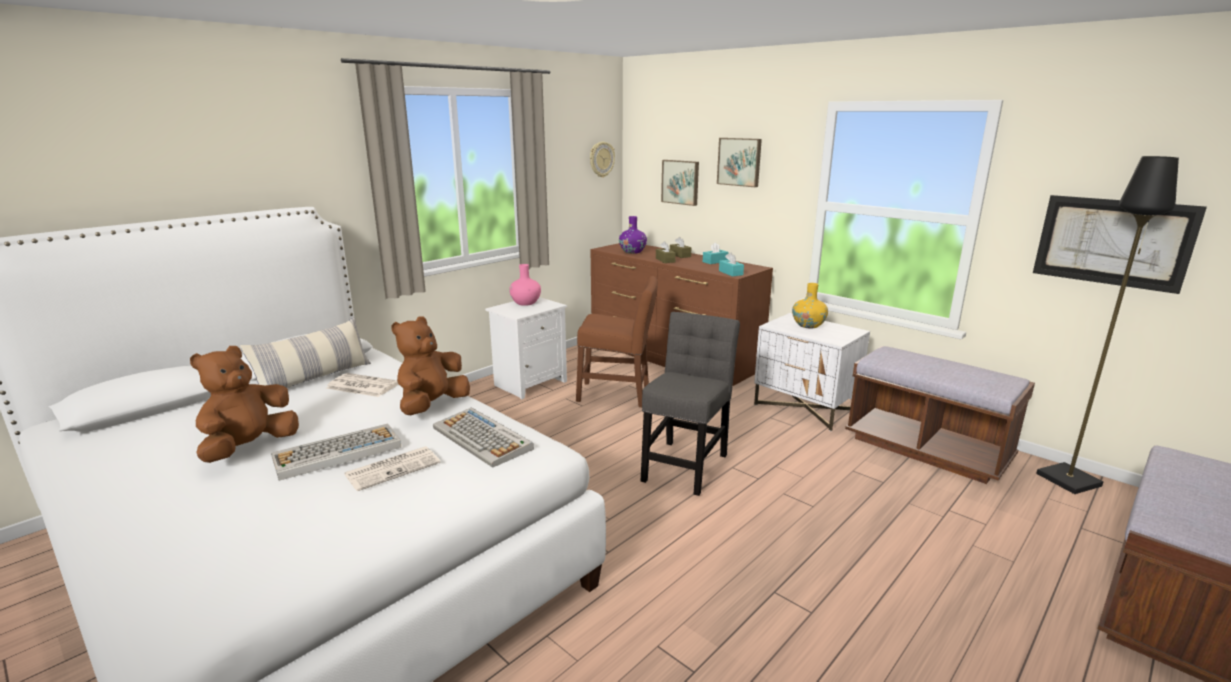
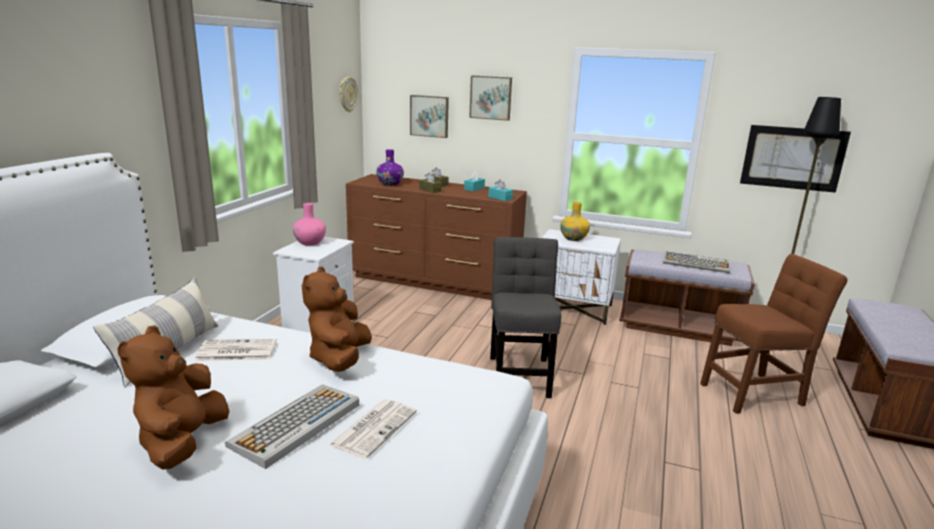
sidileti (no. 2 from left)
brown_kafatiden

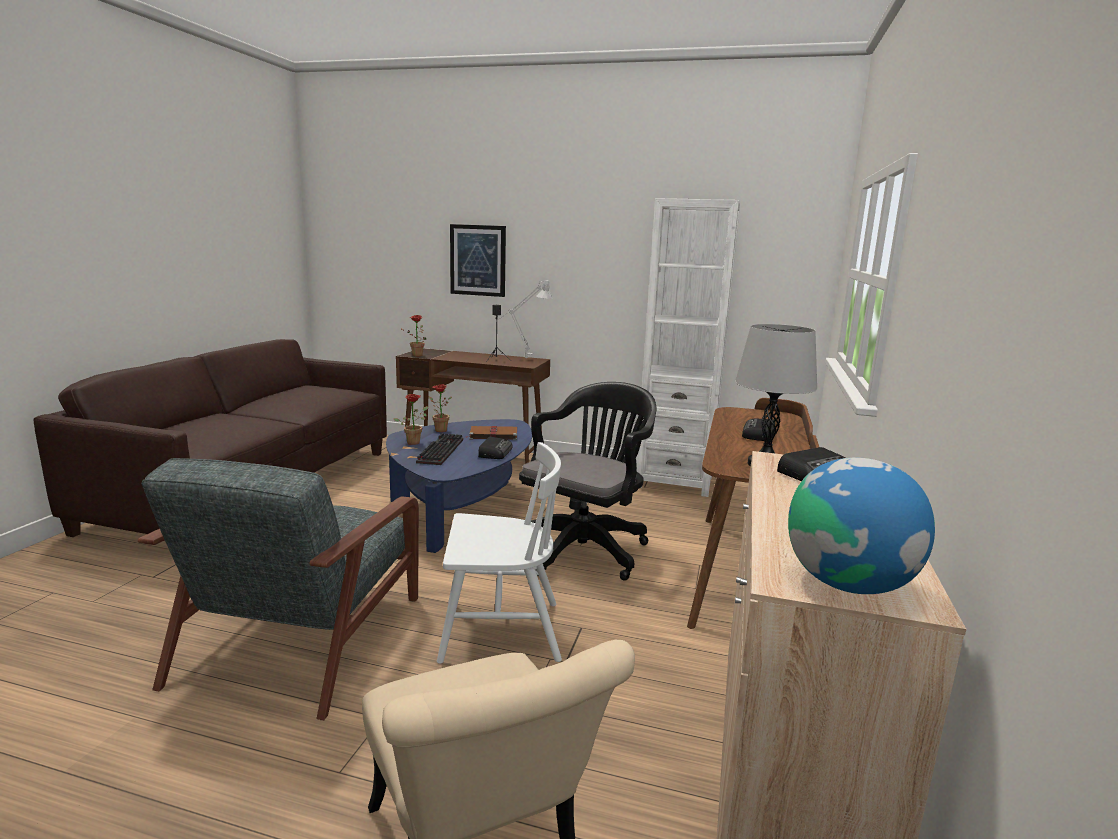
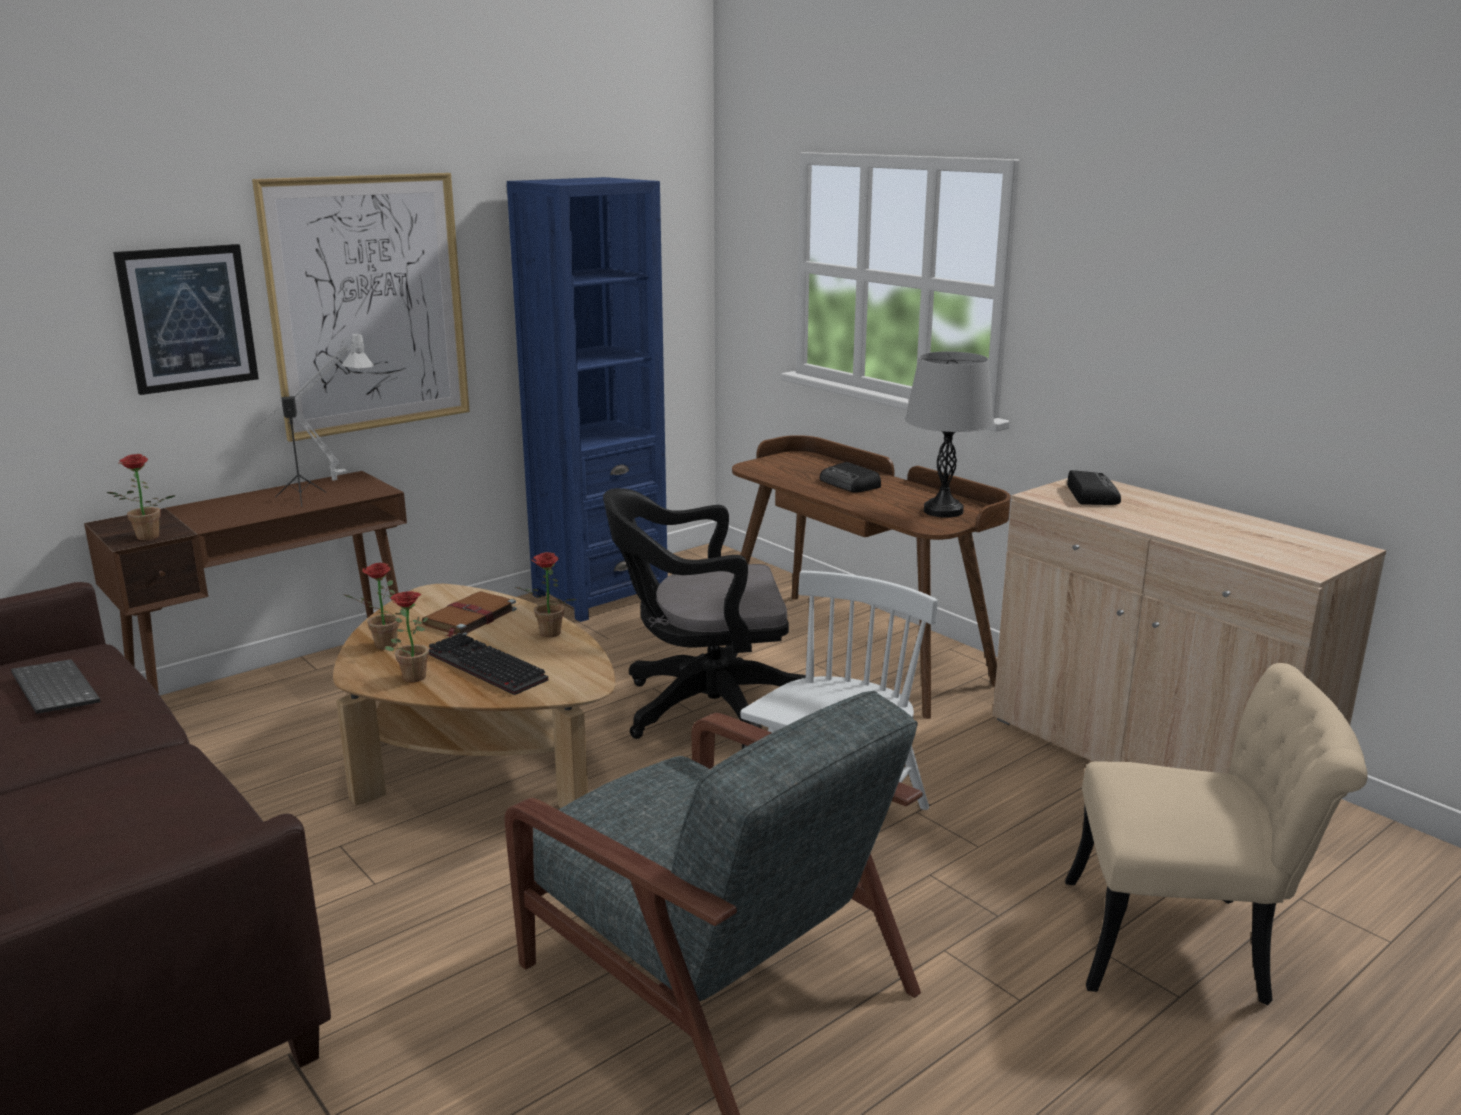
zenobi
sidileti (no. 1 from left)
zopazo (no. 2 from left)
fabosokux (no. 4 from left)
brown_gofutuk
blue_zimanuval
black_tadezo

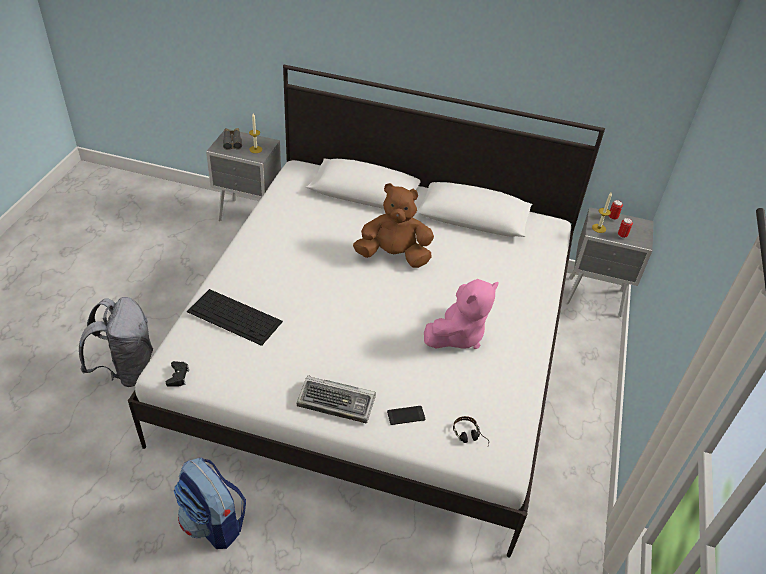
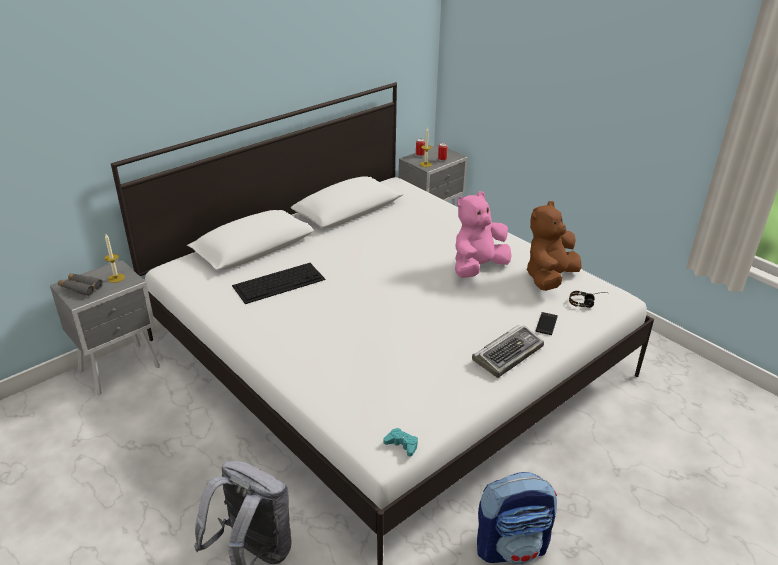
sidileti (no. 1 from left)
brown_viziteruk
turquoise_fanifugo
pink_viziteruk

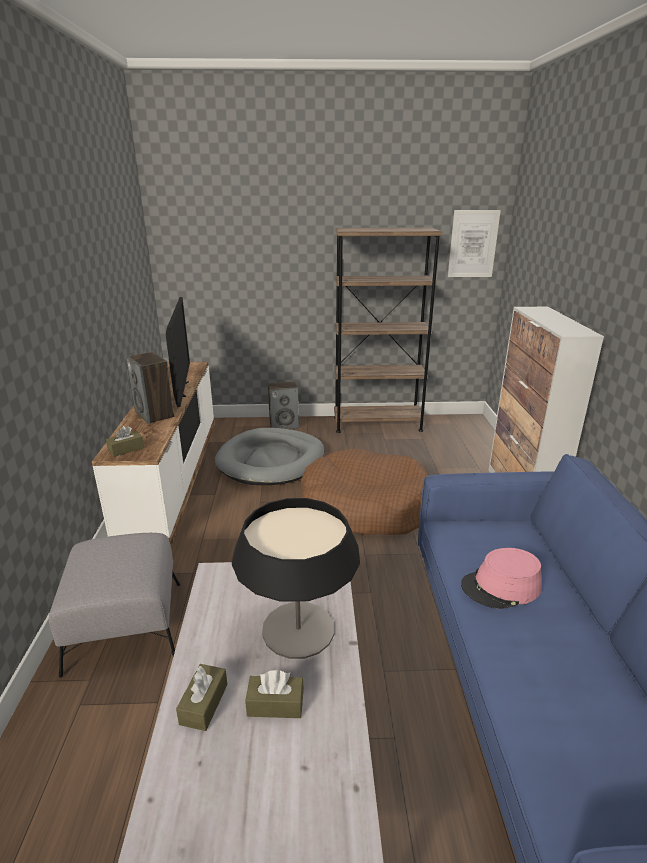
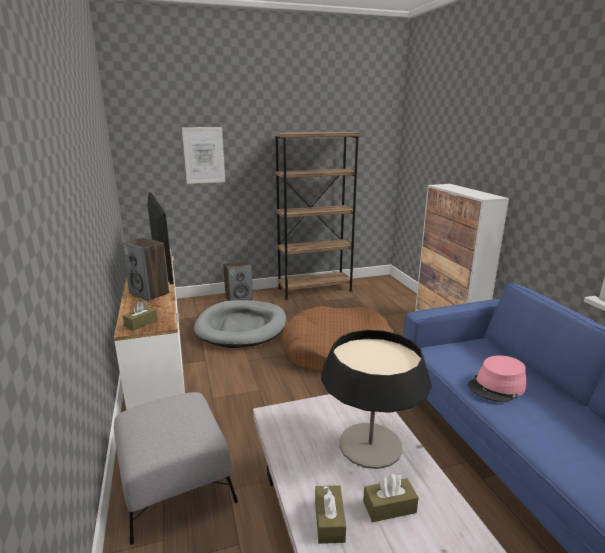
zopazo

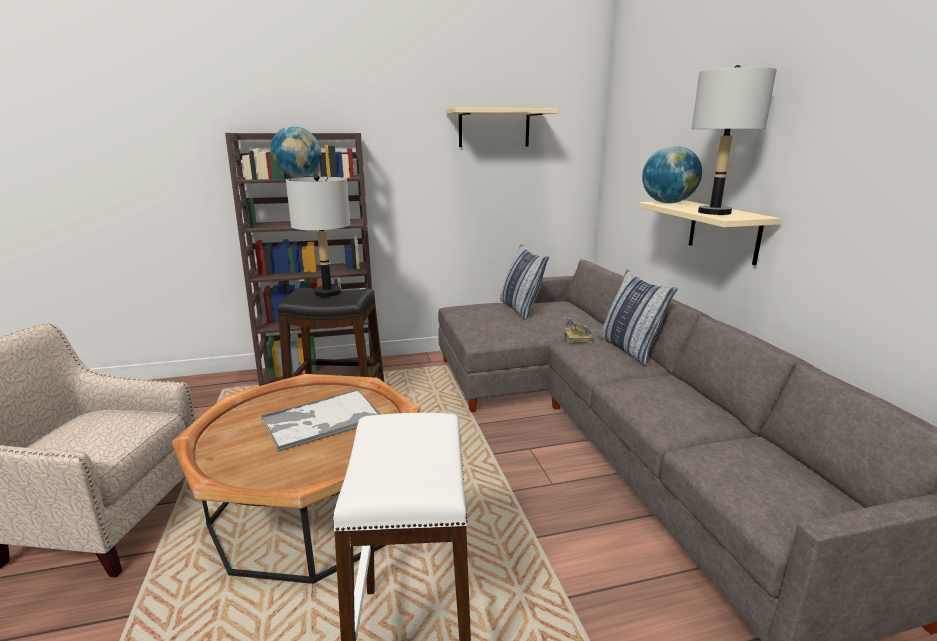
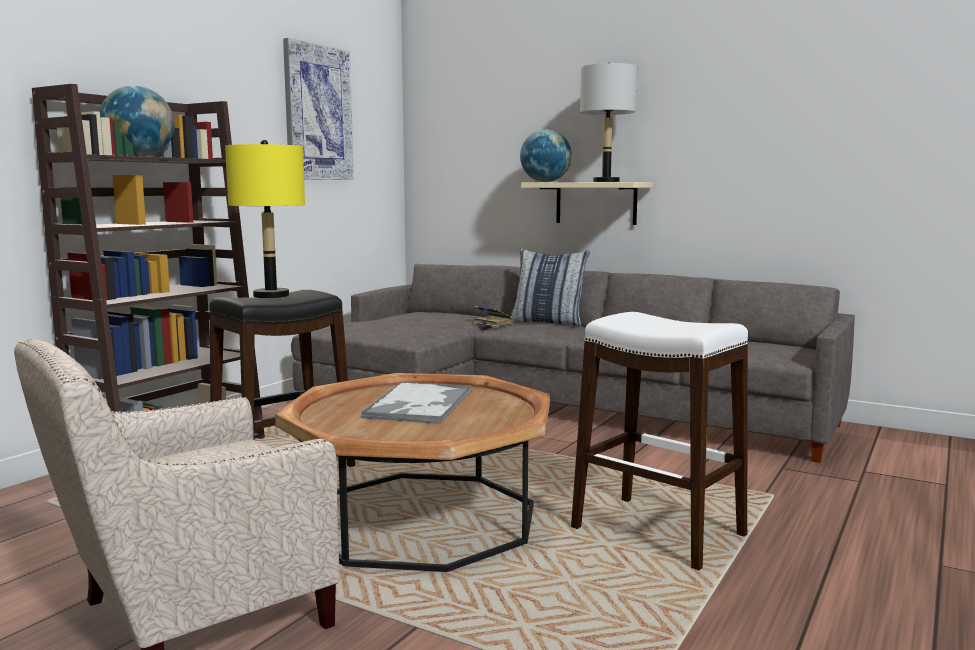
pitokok (no. 1 from left in the first image)
zopazo
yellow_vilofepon

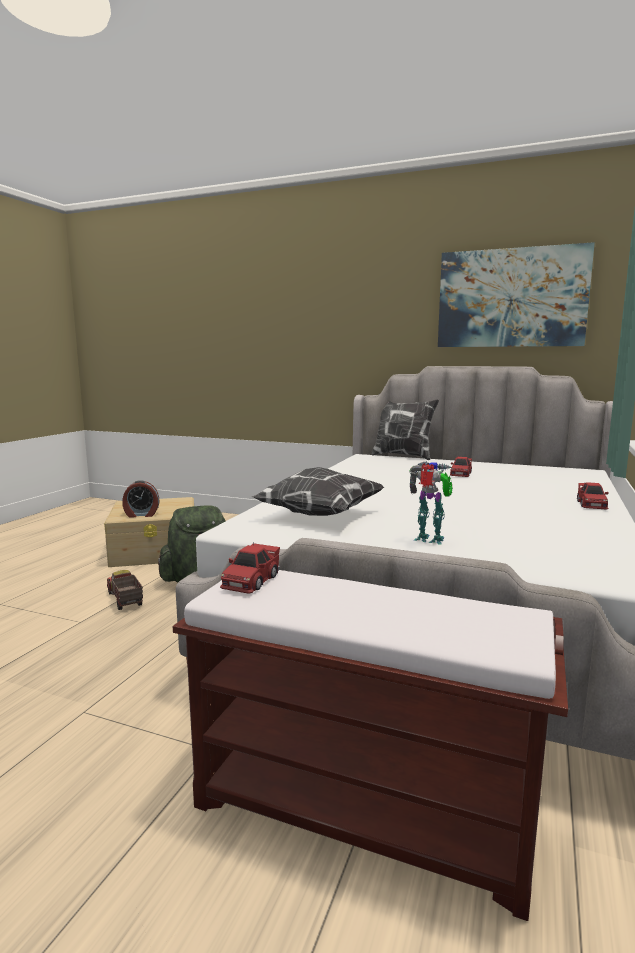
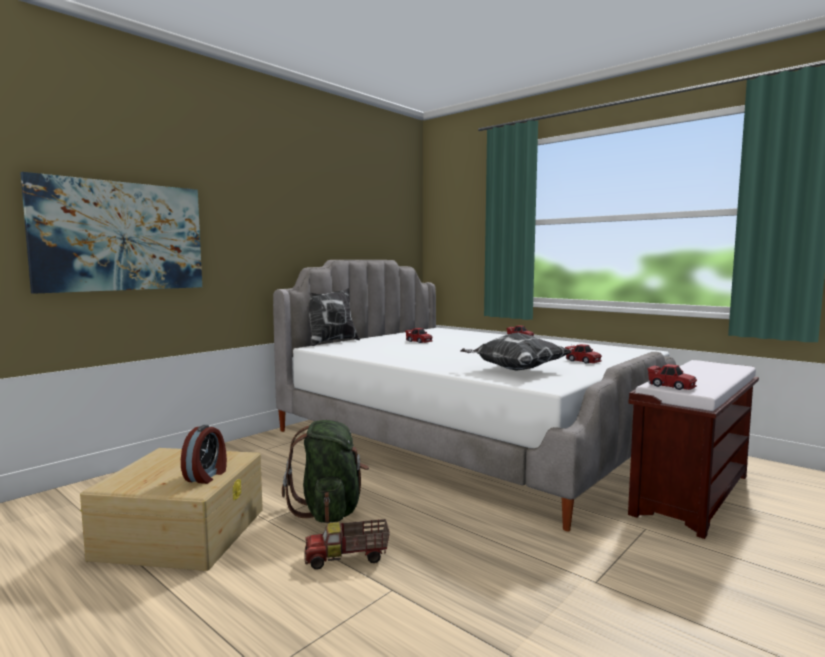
zopazo
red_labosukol (no. 3 from left)

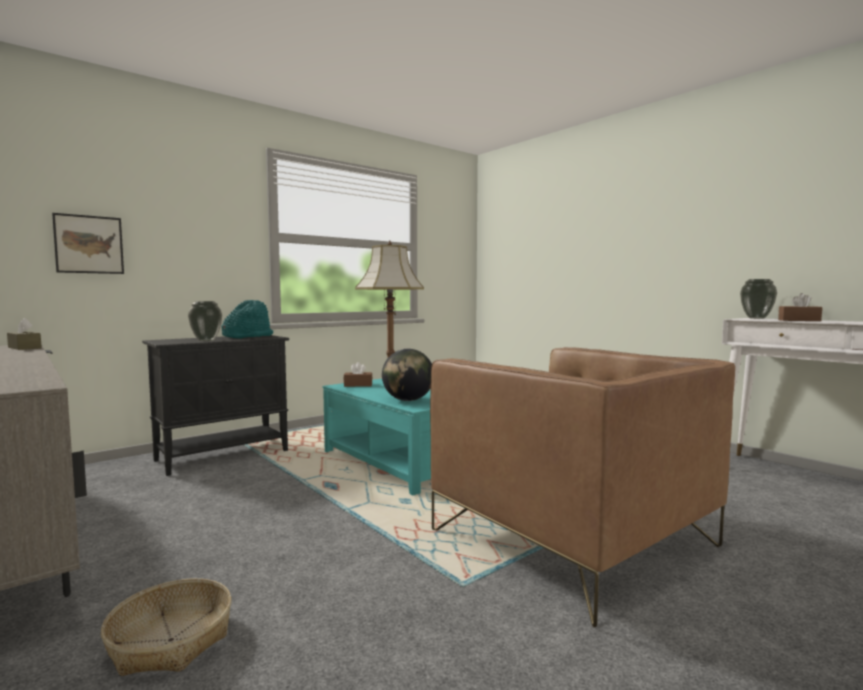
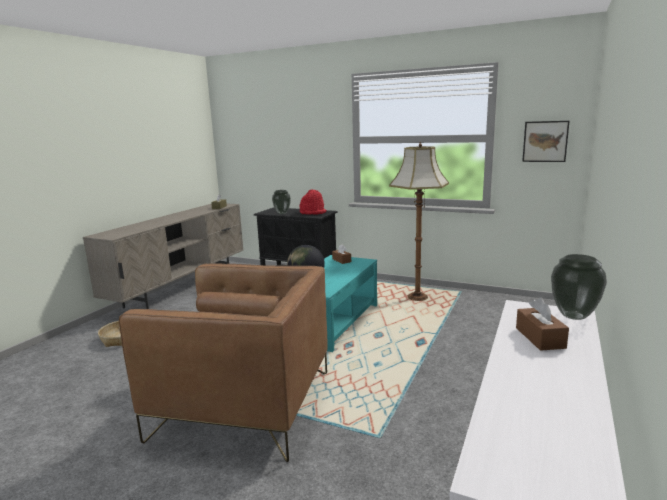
zopazo
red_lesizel
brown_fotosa

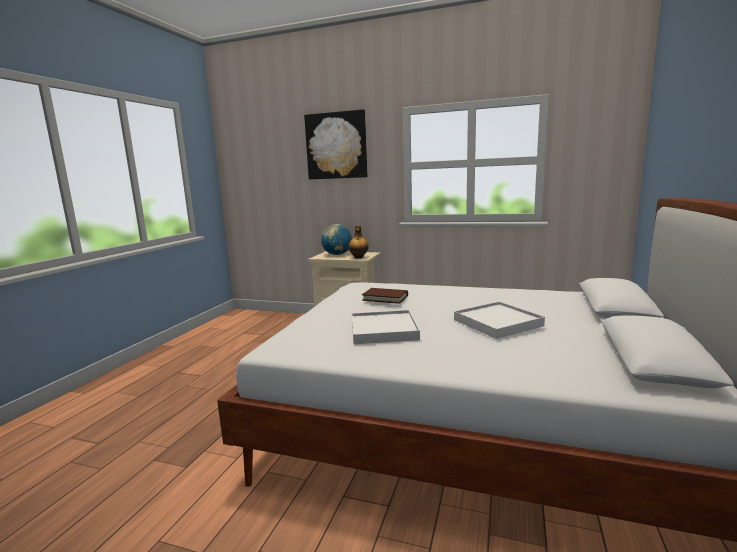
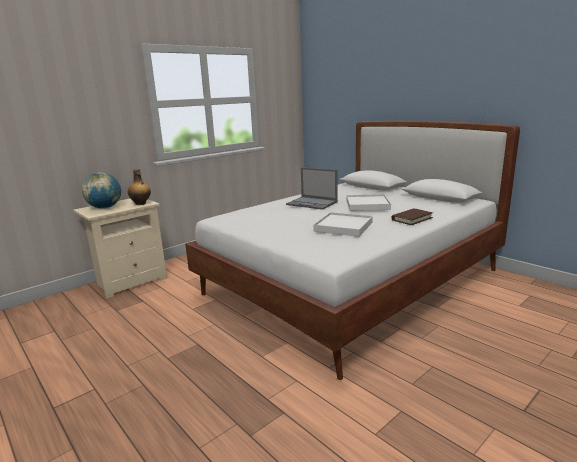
zopazo
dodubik
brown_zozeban

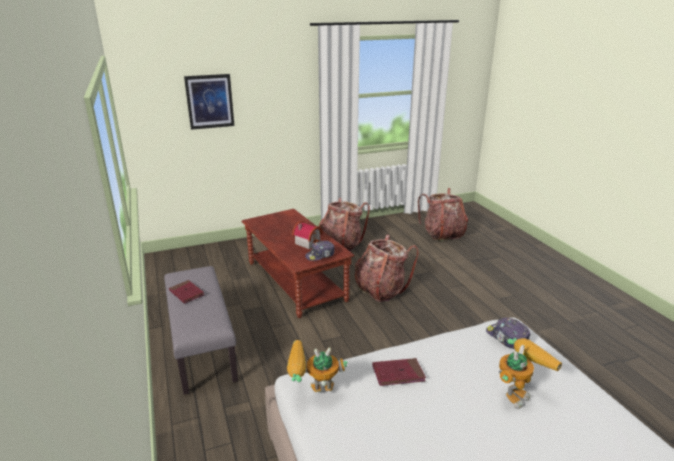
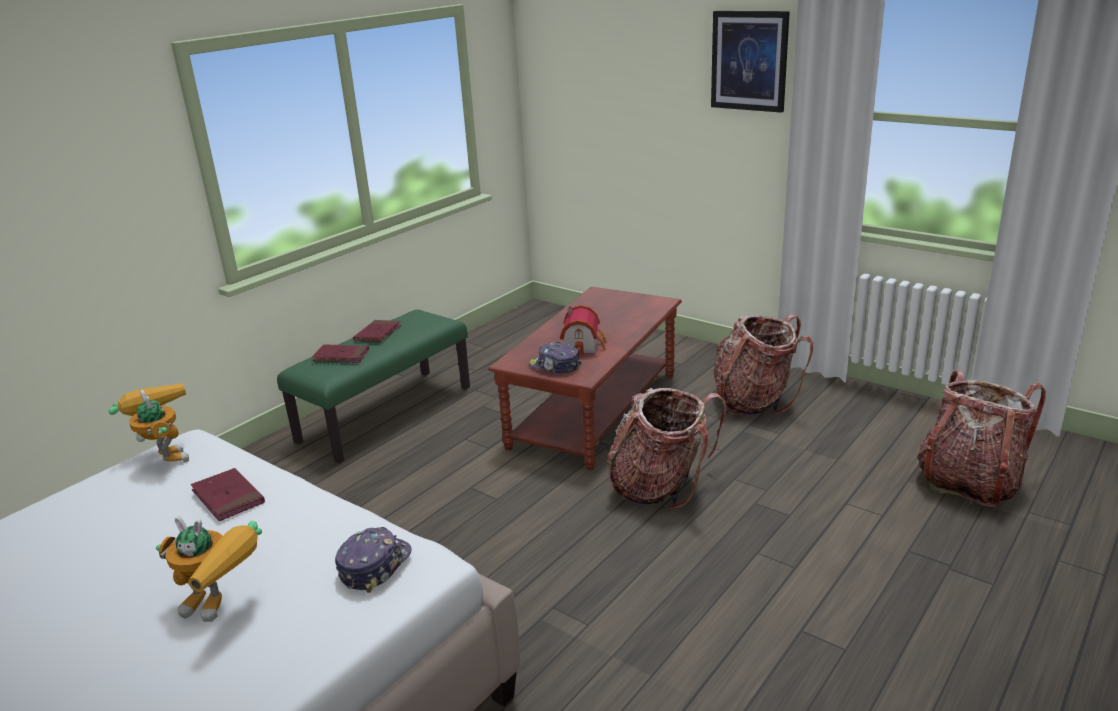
red_zozeban (no. 2 from left)
zopazo
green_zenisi

